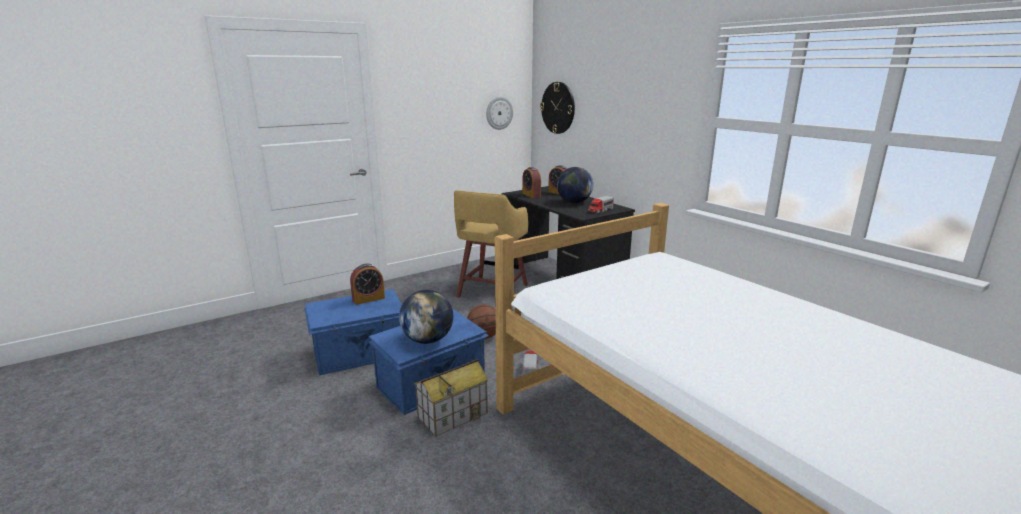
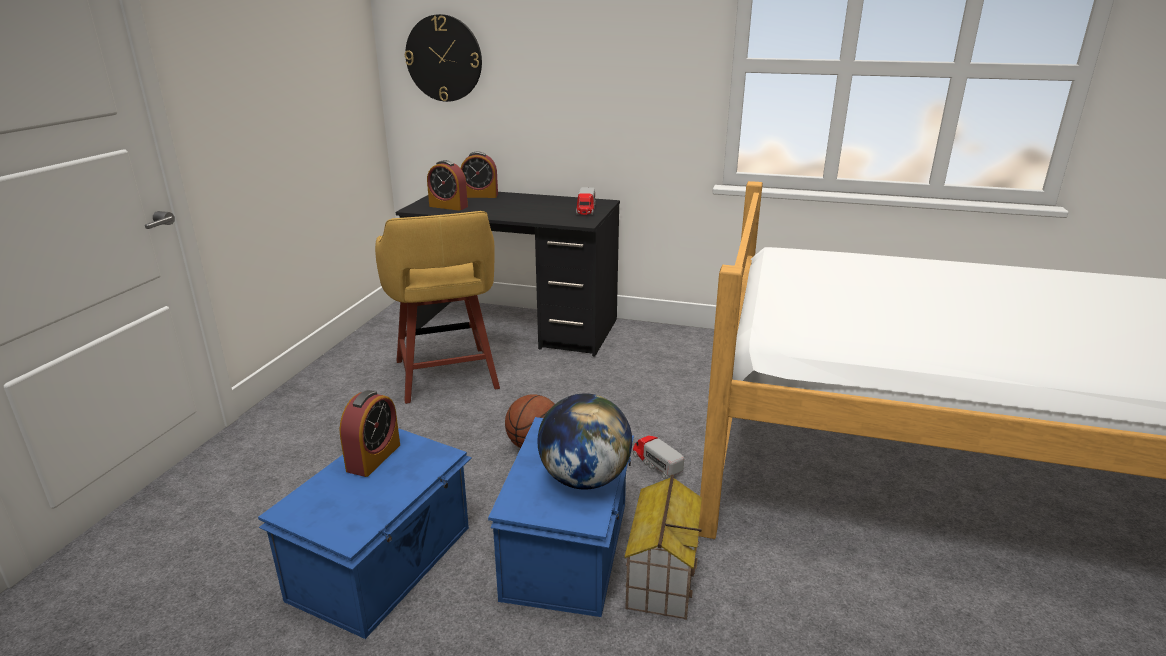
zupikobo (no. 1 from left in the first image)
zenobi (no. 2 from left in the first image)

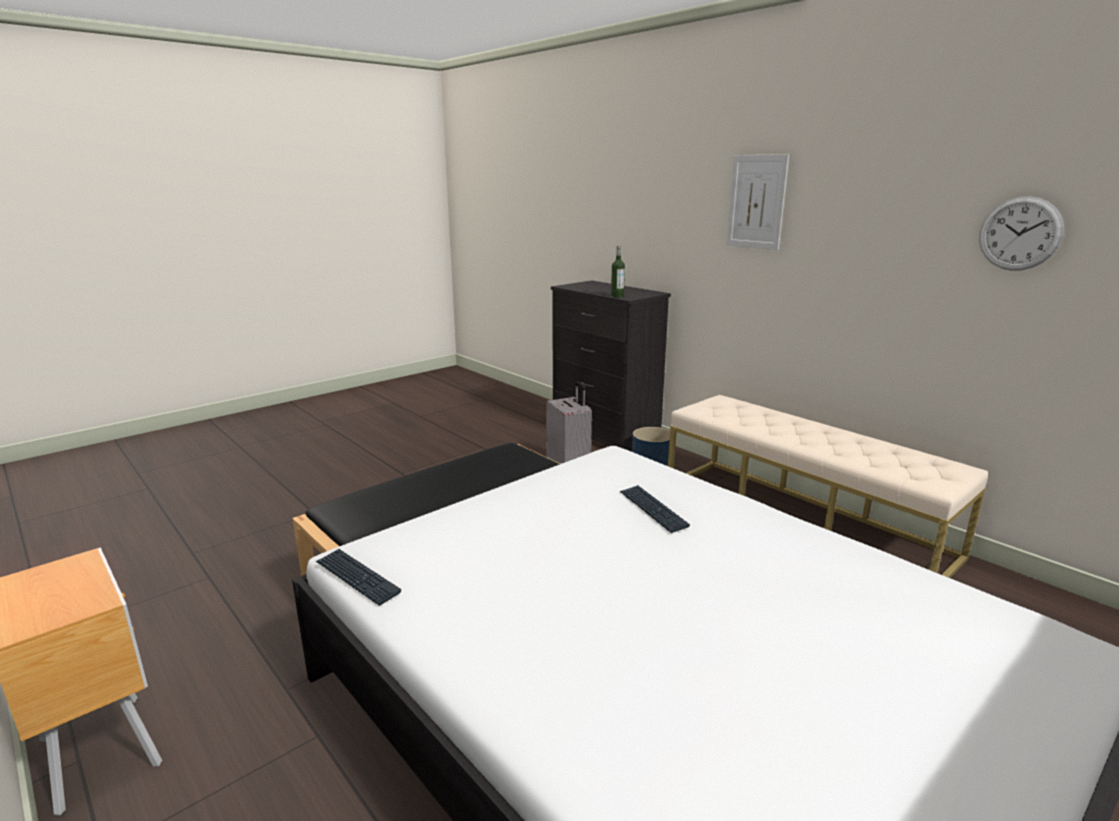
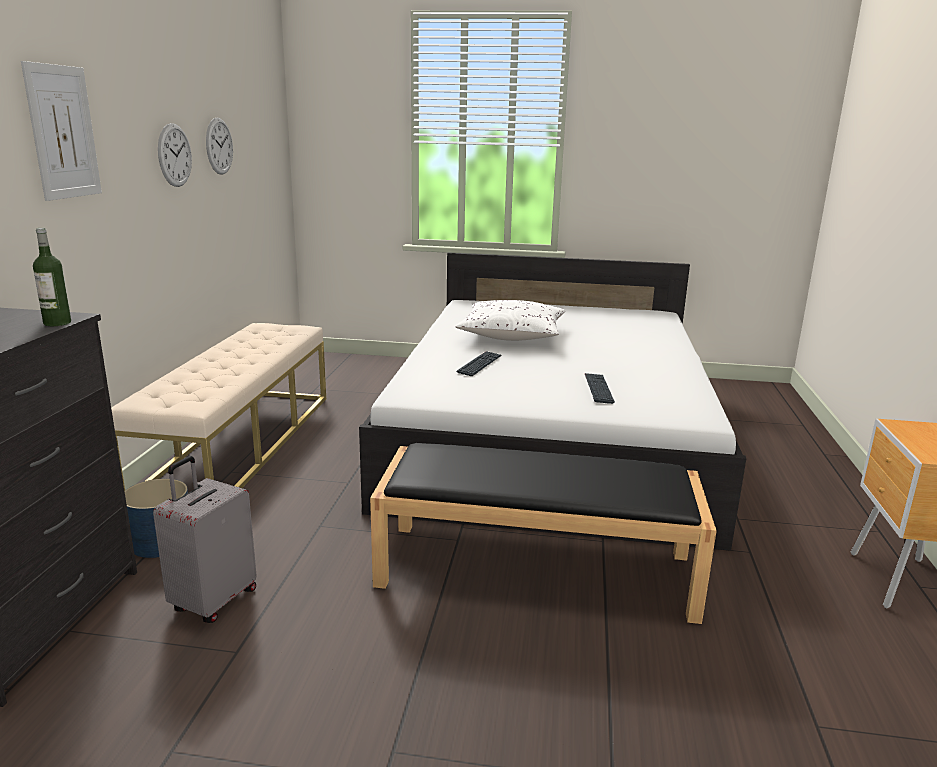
zupikobo (no. 1 from left)
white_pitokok
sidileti (no. 2 from left)

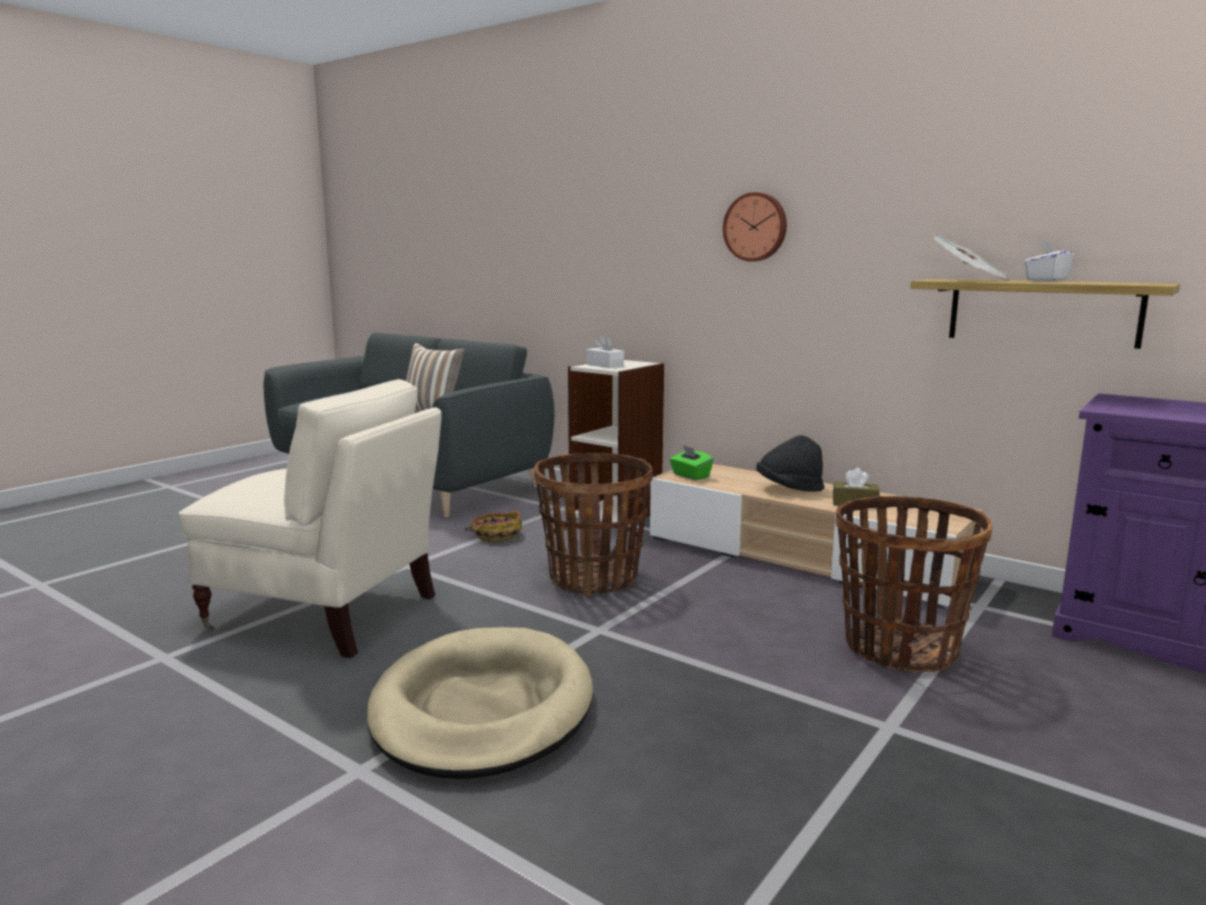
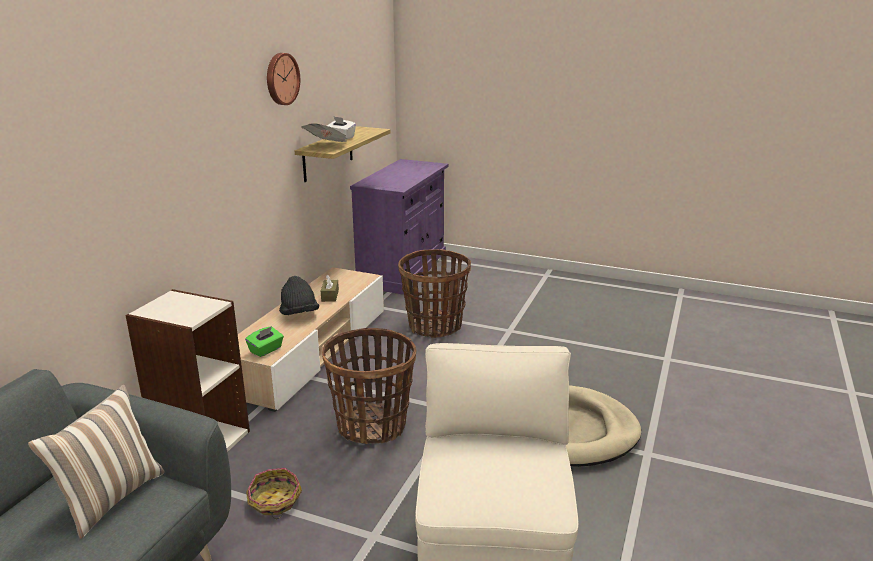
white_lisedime (no. 1 from left in the first image)
zupikobo

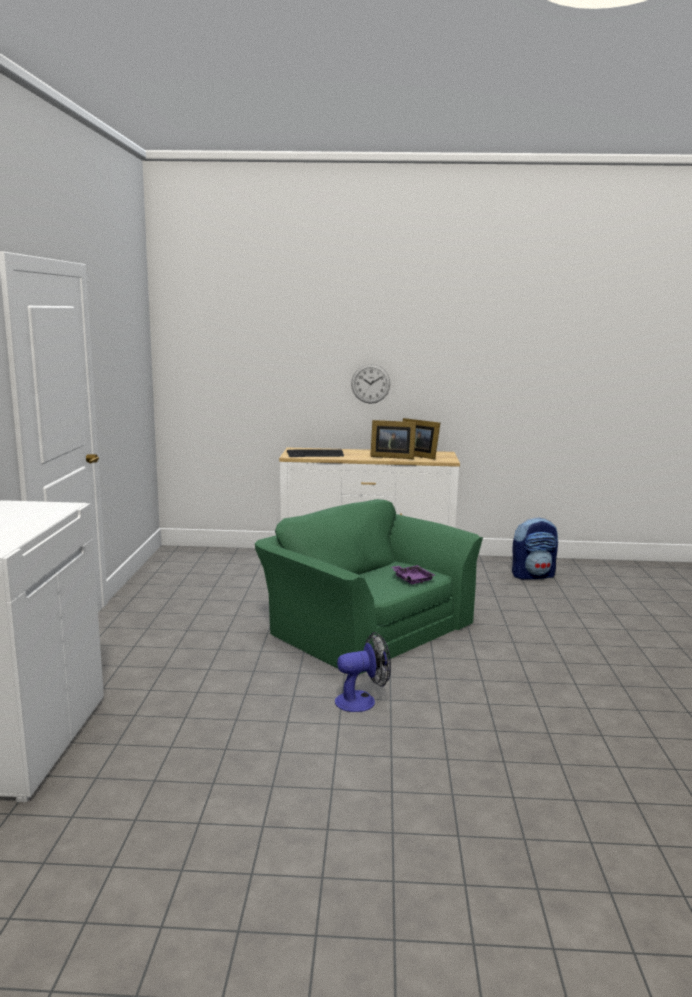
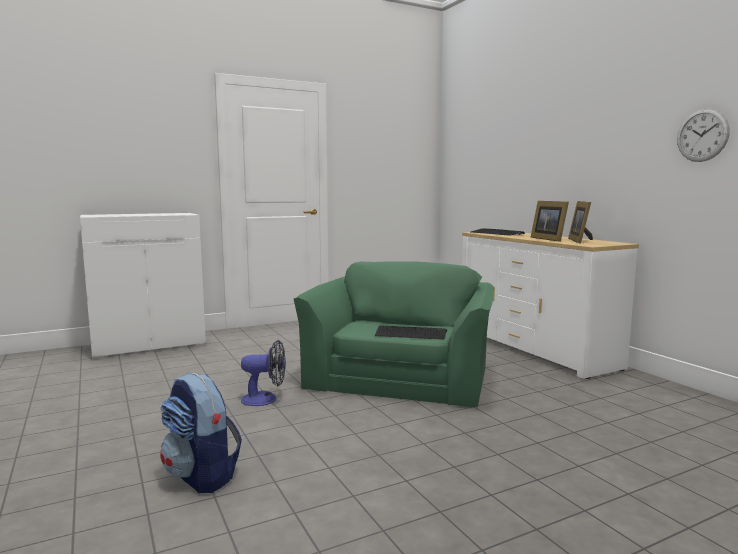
zupikobo
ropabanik
sidileti (no. 1 from left)
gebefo

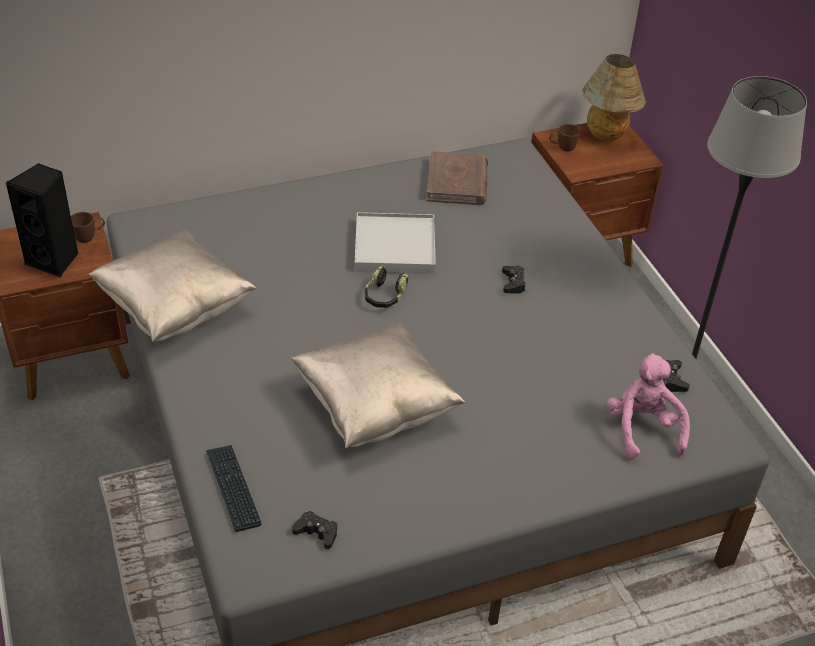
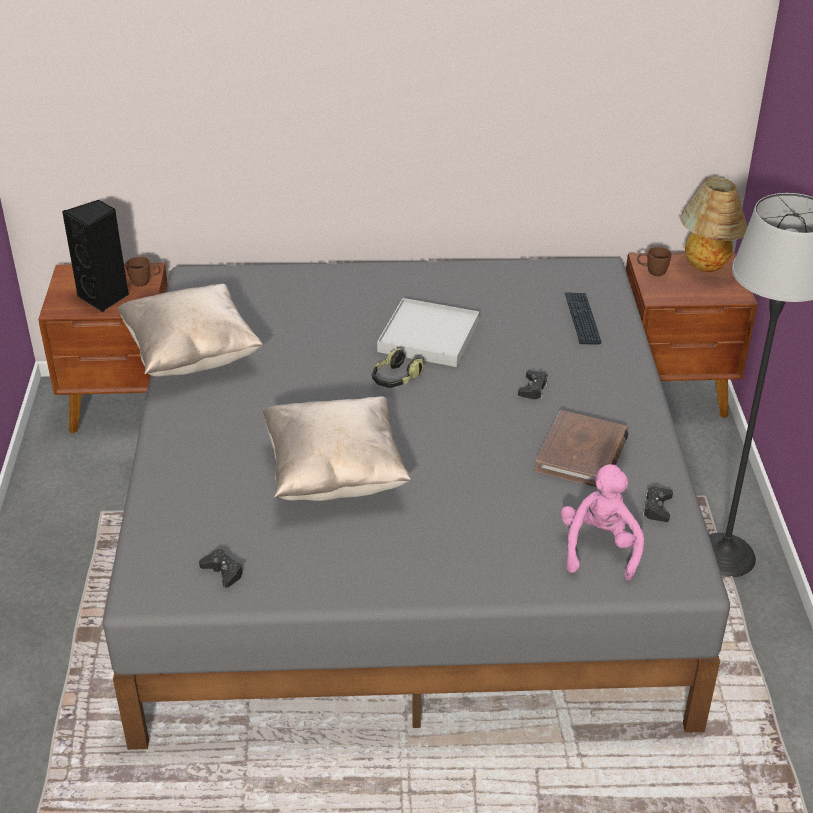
sidileti
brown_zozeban

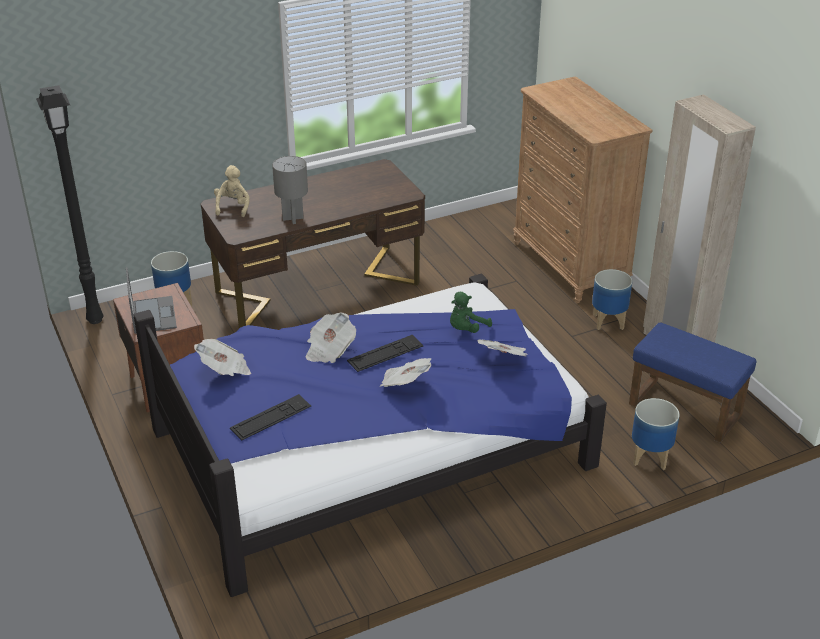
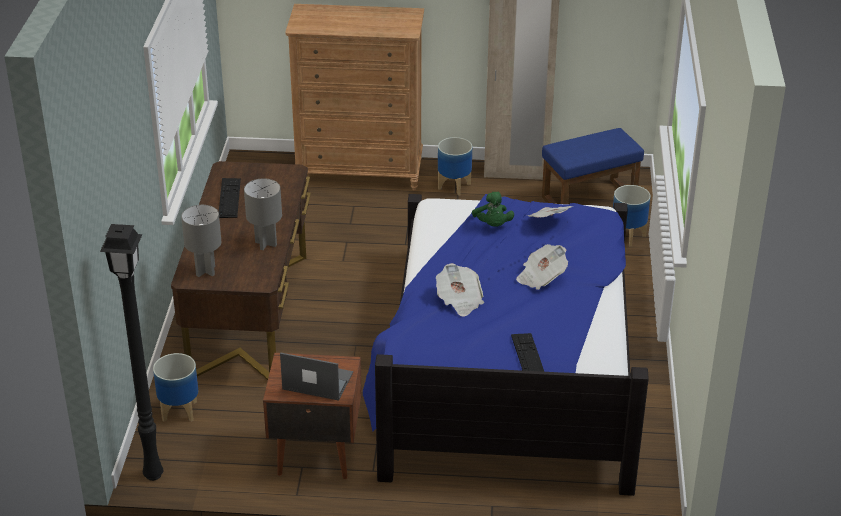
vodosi (no. 1 from left in the first image)
sidileti (no. 1 from left)
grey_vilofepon (no. 1 from left)

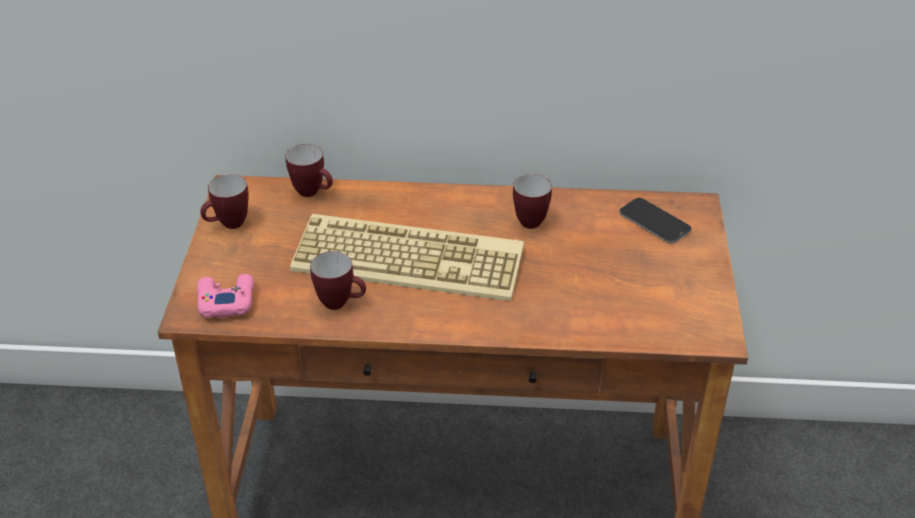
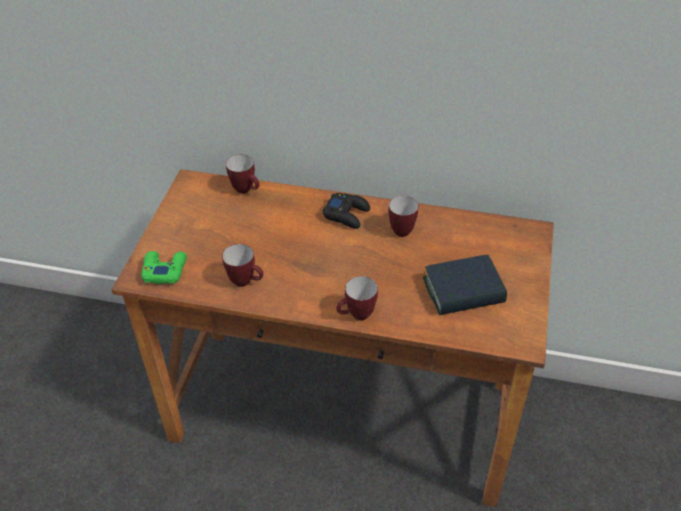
sidileti
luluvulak
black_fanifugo
zozeban
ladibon (no. 3 from left)
green_fanifugo

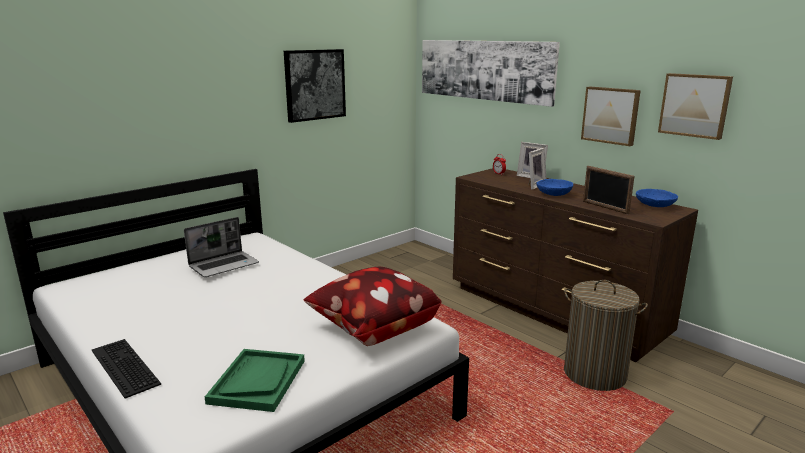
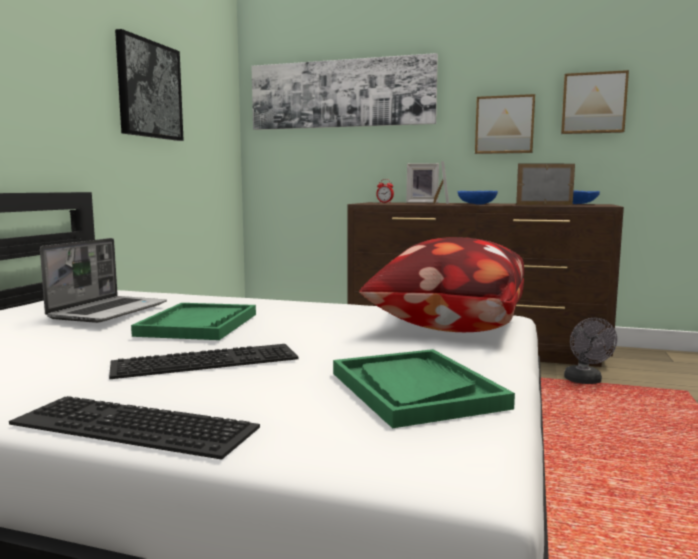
sidileti (no. 2 from left)
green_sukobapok (no. 1 from left)
grey_gebefo
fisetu (no. 3 from left)

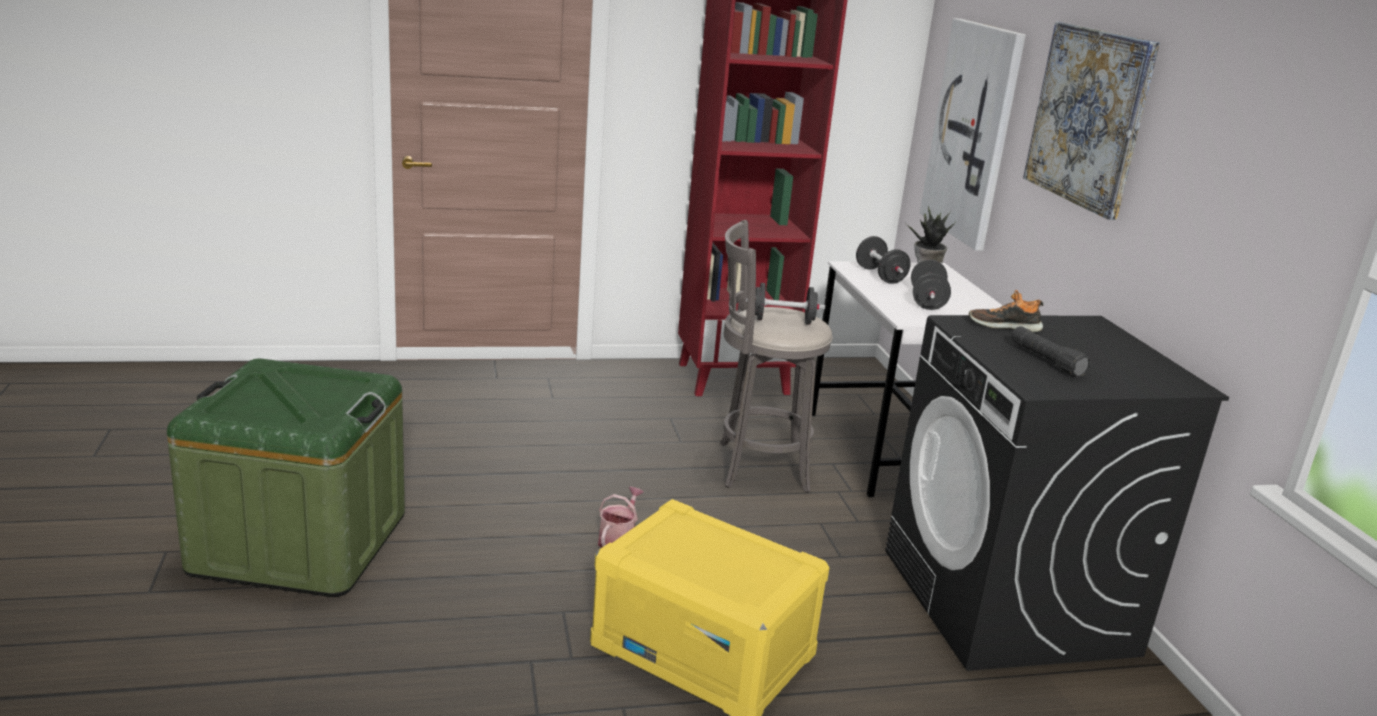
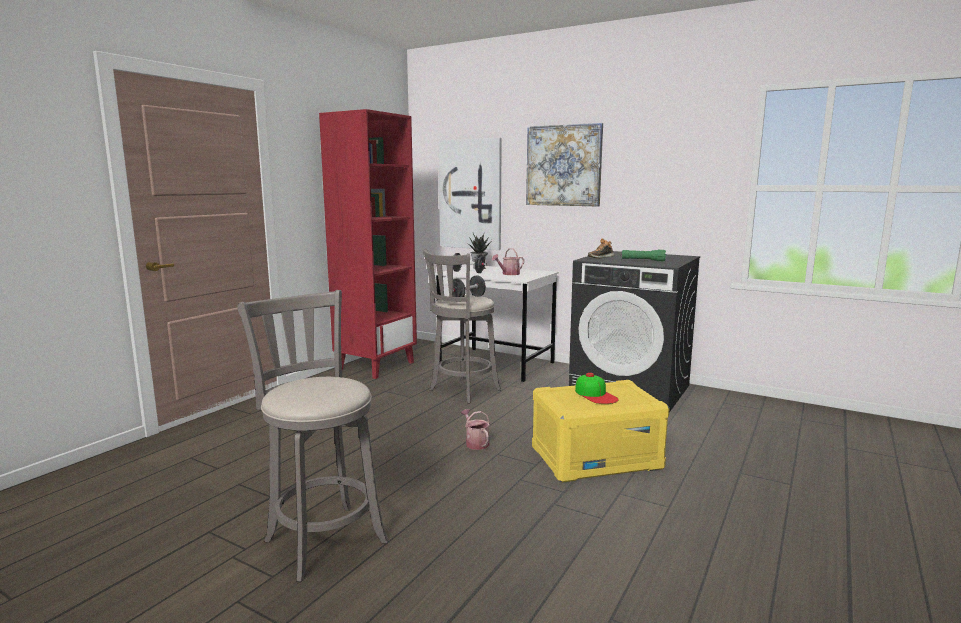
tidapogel
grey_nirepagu (no. 1 from left)
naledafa (no. 2 from left)
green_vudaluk

